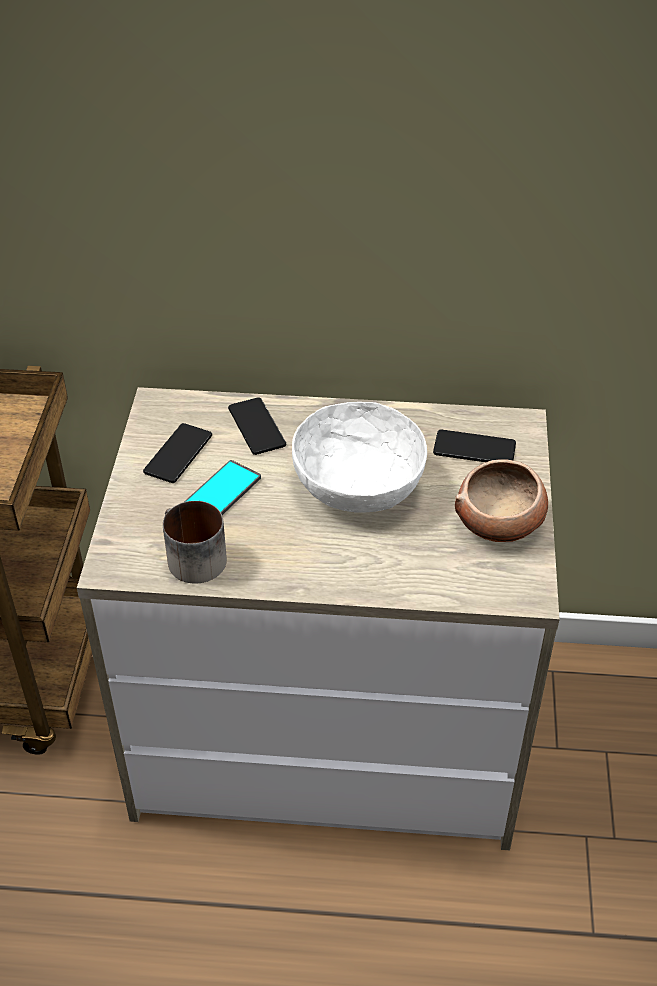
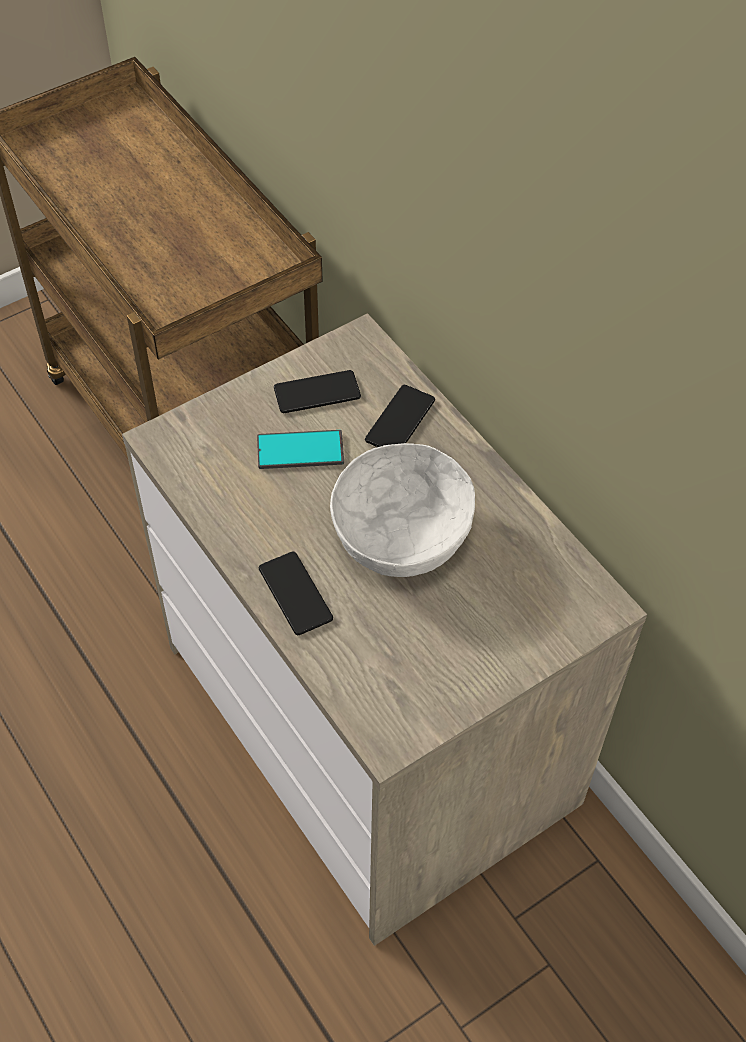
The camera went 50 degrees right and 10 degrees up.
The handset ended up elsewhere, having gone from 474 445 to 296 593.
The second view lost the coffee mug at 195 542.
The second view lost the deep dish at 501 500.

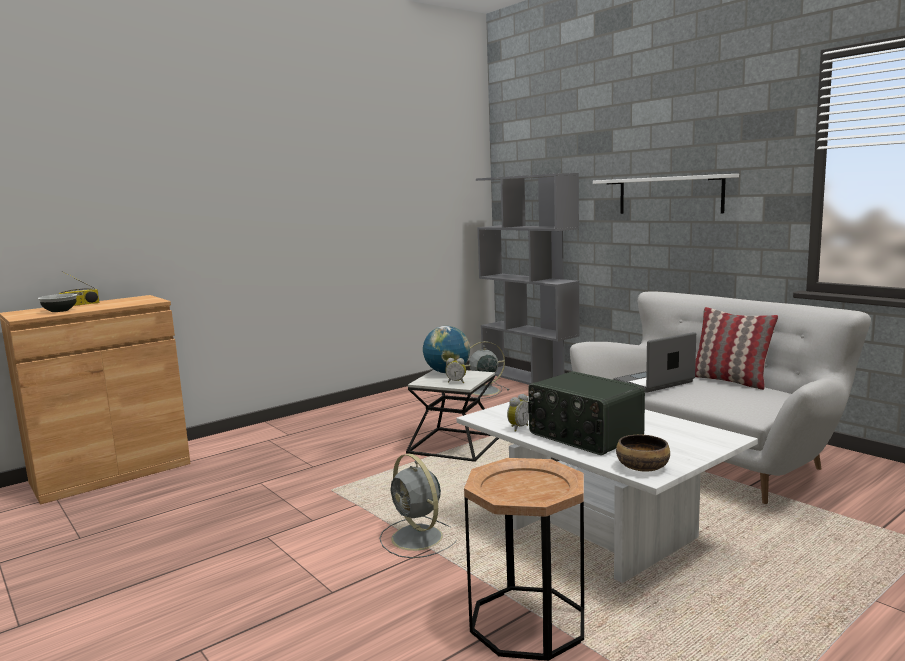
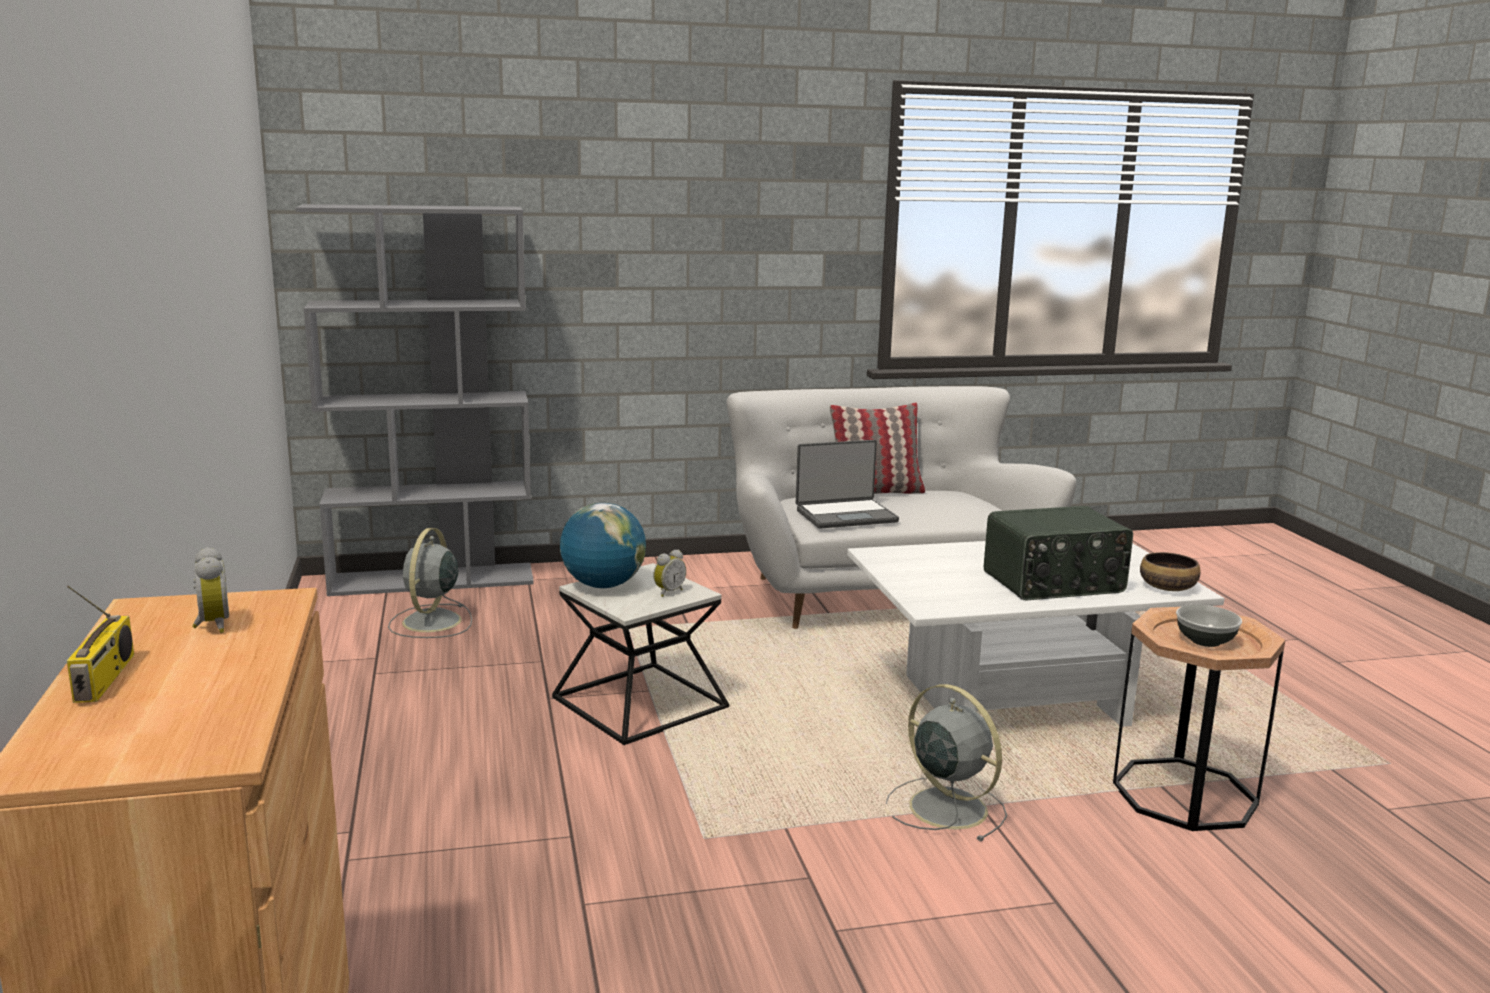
The camera went 65 degrees left and 5 degrees up.
The table clock ended up elsewhere, having gone from 518 413 to 210 590.
The portable computer at 654 362 ended up facing another way, 105 degrees counterclockwise from before.
The grey electric fan at 418 506 ended up facing another way, 120 degrees counterclockwise from before.
The deep dish ended up elsewhere, having gone from 57 303 to 1209 626.
The second view lost the white-coloured wall shelf at 666 194.

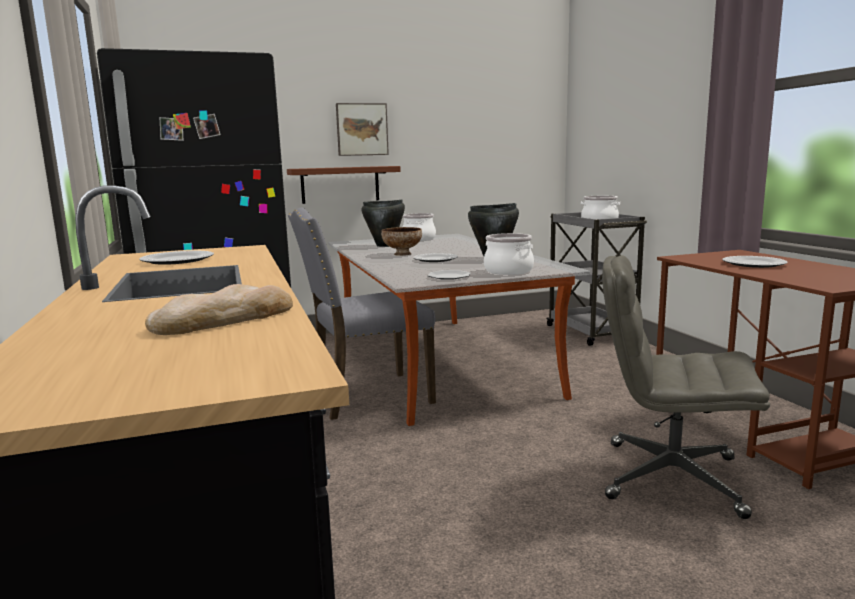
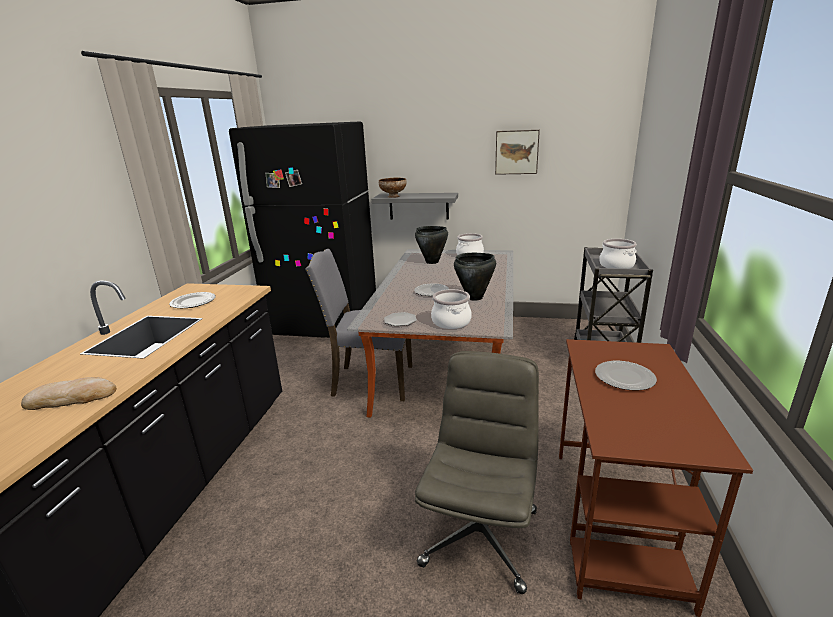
The camera went 30 degrees right and 10 degrees up.
What was the brown-coloured wall shelf at 344 185 turned into the grey wall shelf at 415 206.
The deep dish ended up elsewhere, having gone from 401 241 to 392 188.
The grey desk chair at 686 387 ended up facing another way, 60 degrees clockwise from before.
The wall art ended up elsewhere, having gone from 362 129 to 517 152.

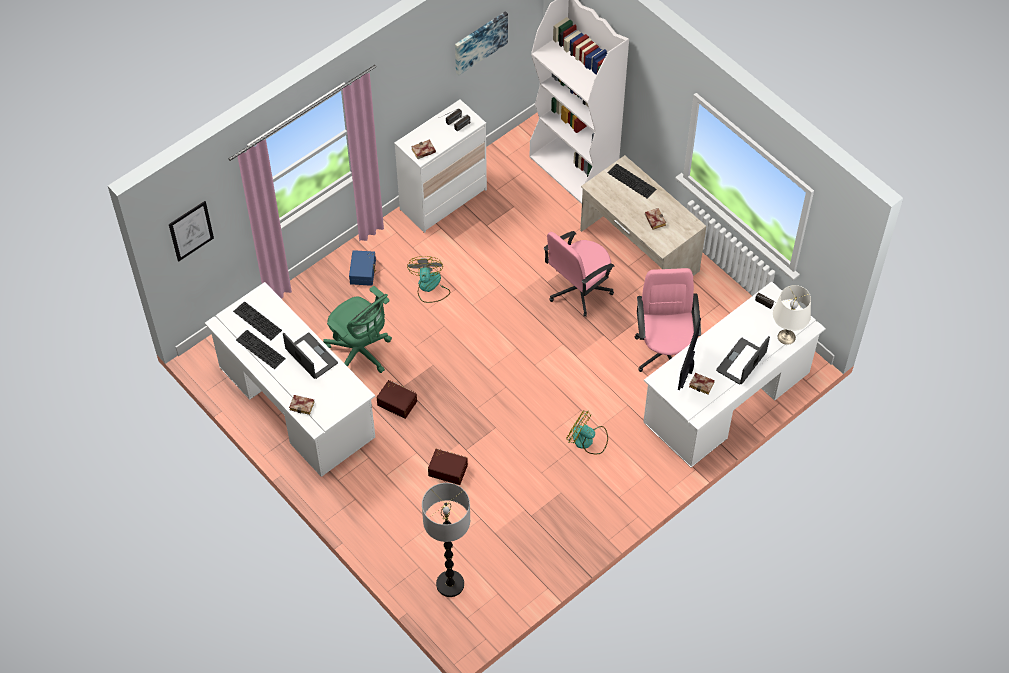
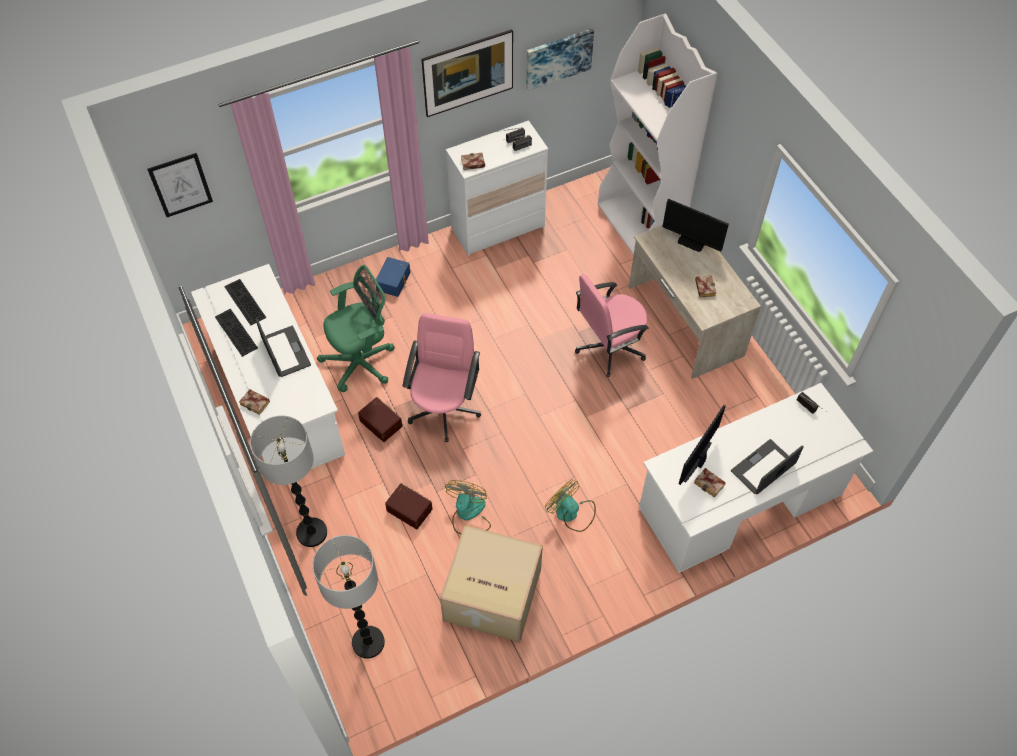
The camera went 15 degrees right and 0 degrees up.
The second view gained the floor lamp at 288 481.
The green desk chair at 357 329 ended up facing another way, 90 degrees counterclockwise from before.
The pinkish desk chair ended up elsewhere, having gone from 668 320 to 441 377.
The second view gained the wall art at 467 78.
The second view gained the carton at 491 583.
The electric fan ended up elsewhere, having gone from 428 279 to 468 507.
Where the PC keyboard stood at 632 181, the monitor came to stand at 695 225.
The second view lost the white-coloured table lamp at 792 315.

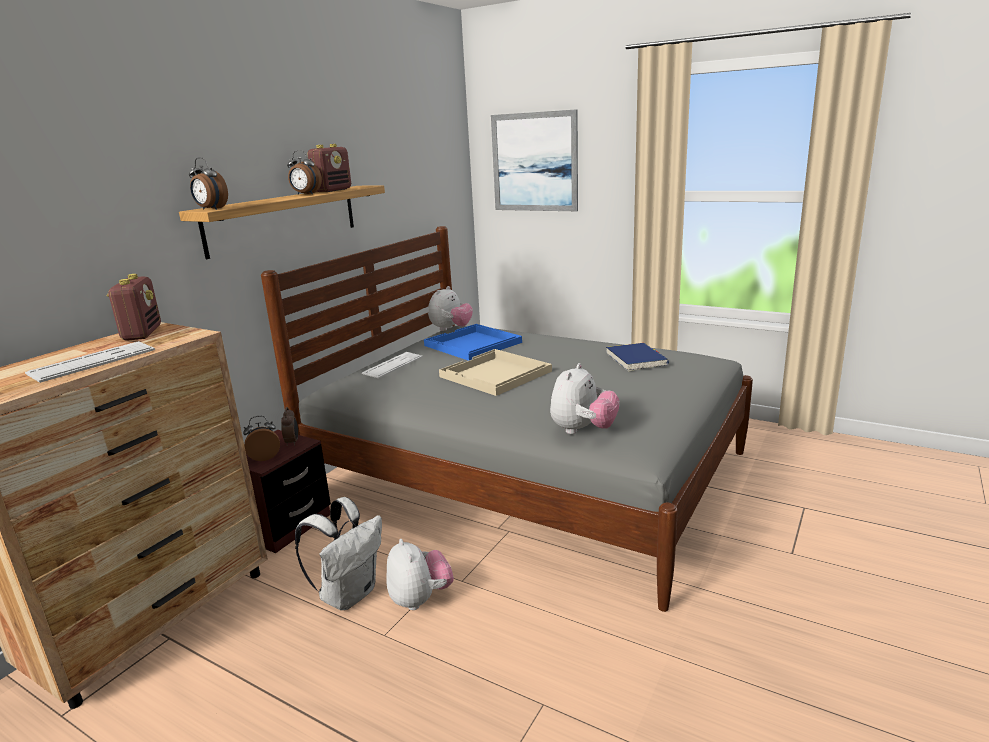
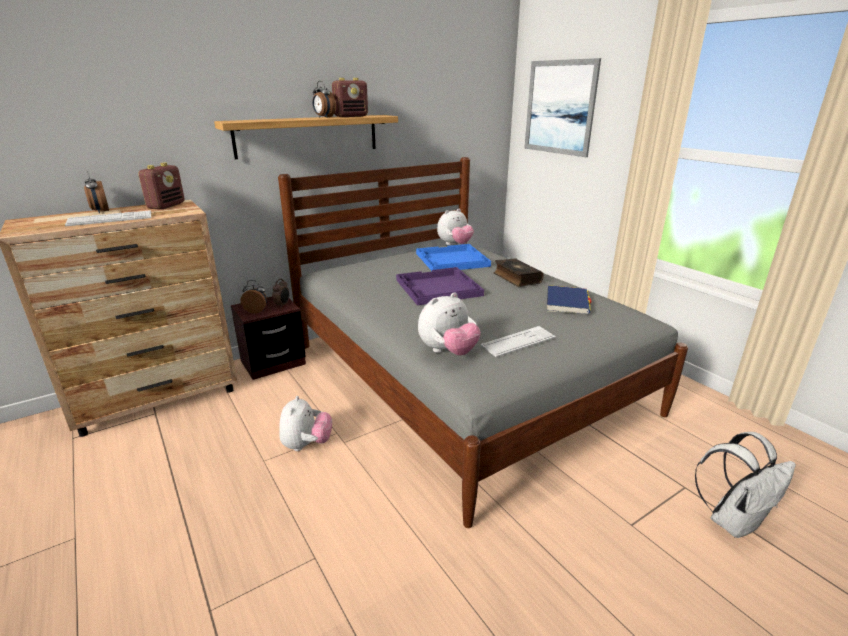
The camera went 25 degrees right and 5 degrees up.
The table clock ended up elsewhere, having gone from 208 183 to 96 192.
What was the beige-coloured serving tray at 495 372 turned into the purple-coloured serving tray at 440 286.
The PC keyboard ended up elsewhere, having gone from 392 365 to 518 341.
The second view gained the bound book at 519 272.
The white-coloured backpack ended up elsewhere, having gone from 338 553 to 745 485.

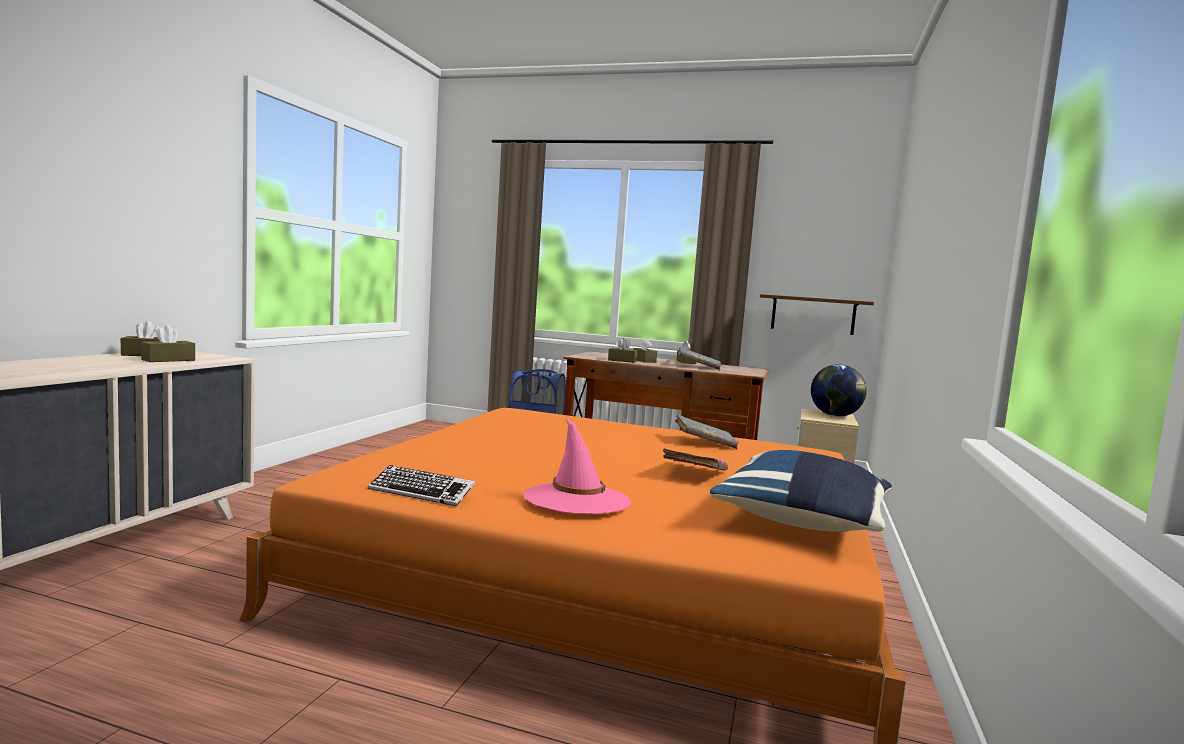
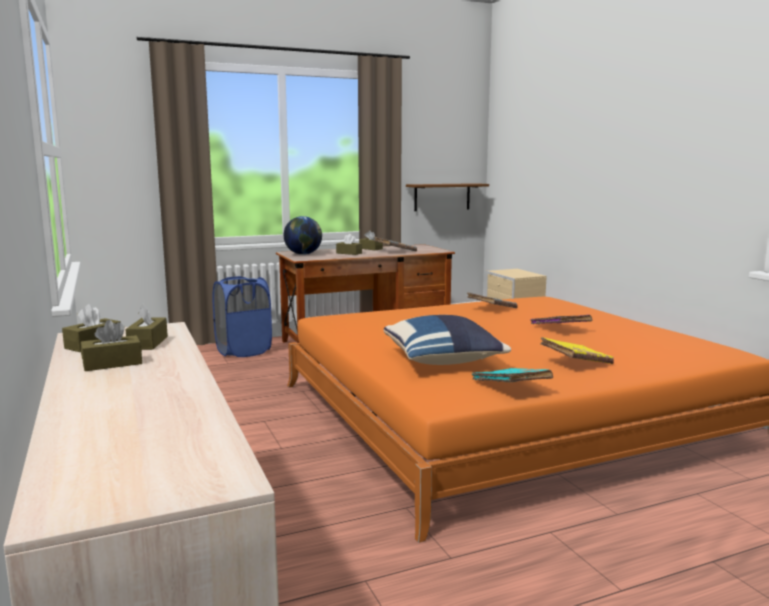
The camera went 40 degrees left and 5 degrees up.
The brown-coloured tissue holder ended up elsewhere, having gone from 623 350 to 111 345.
The desk globe ended up elsewhere, having gone from 839 390 to 303 235.
The bluish cushion ended up elsewhere, having gone from 800 491 to 447 340.
Where the PC keyboard stood at 421 485, the turquoise-coloured bound book came to stand at 512 375.
Where the pinkish wearable hat stood at 577 465, the yellow bound book came to stand at 577 350.

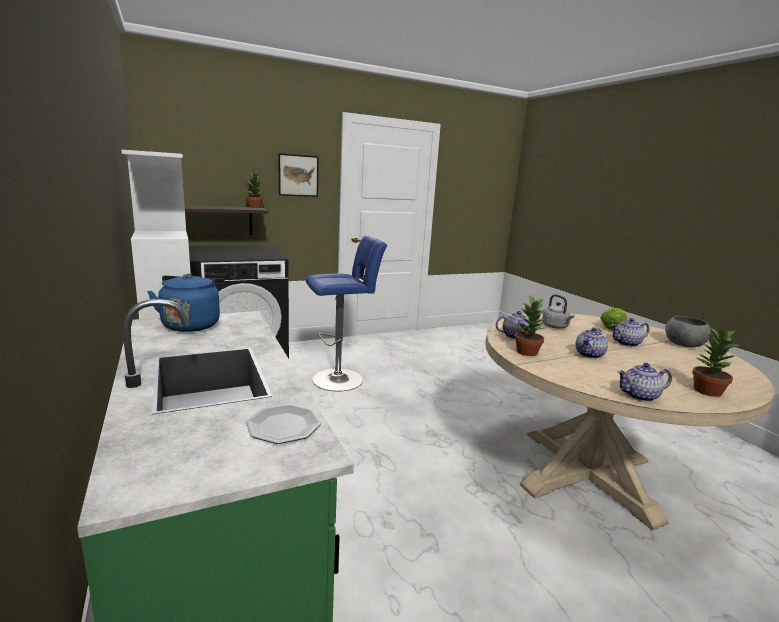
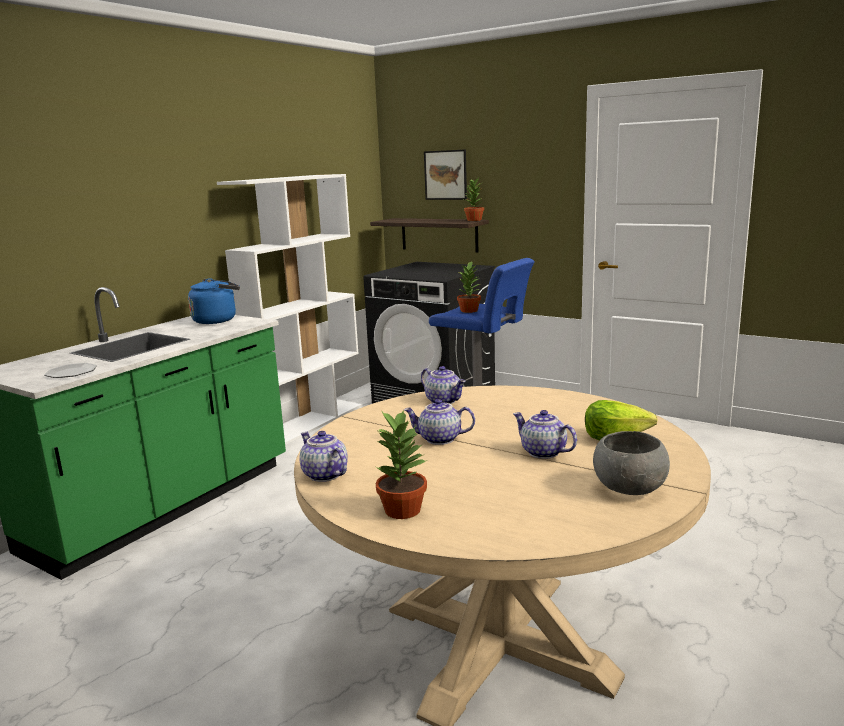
The camera went 60 degrees right and 0 degrees up.
The wall art ended up elsewhere, having gone from 298 175 to 445 175.
The houseplant ended up elsewhere, having gone from 530 325 to 469 287.
The second view lost the grey tea kettle at 558 311.

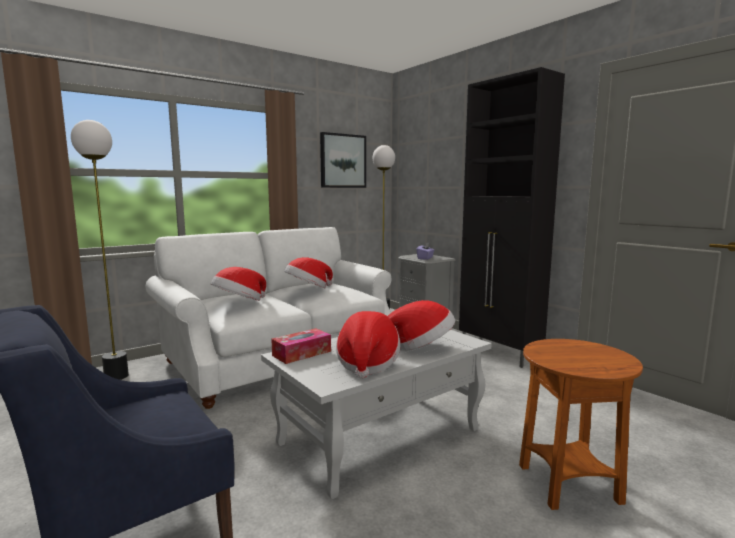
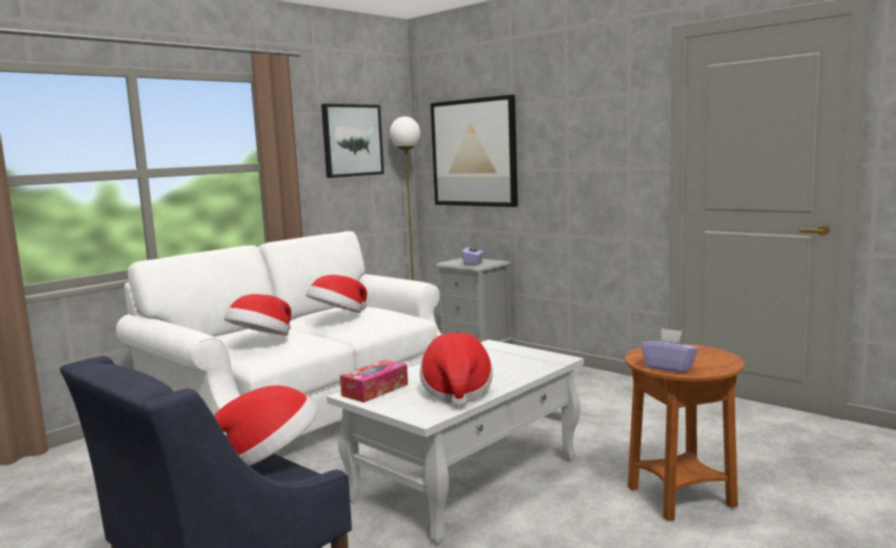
The camera went 10 degrees left and 0 degrees up.
The wearable hat ended up elsewhere, having gone from 421 325 to 266 425.
The second view gained the wall art at 474 151.
The second view gained the purple-coloured tissue holder at 669 350.
The second view lost the floor lamp at 100 250.
The second view lost the black-coloured cabinet at 512 217.

